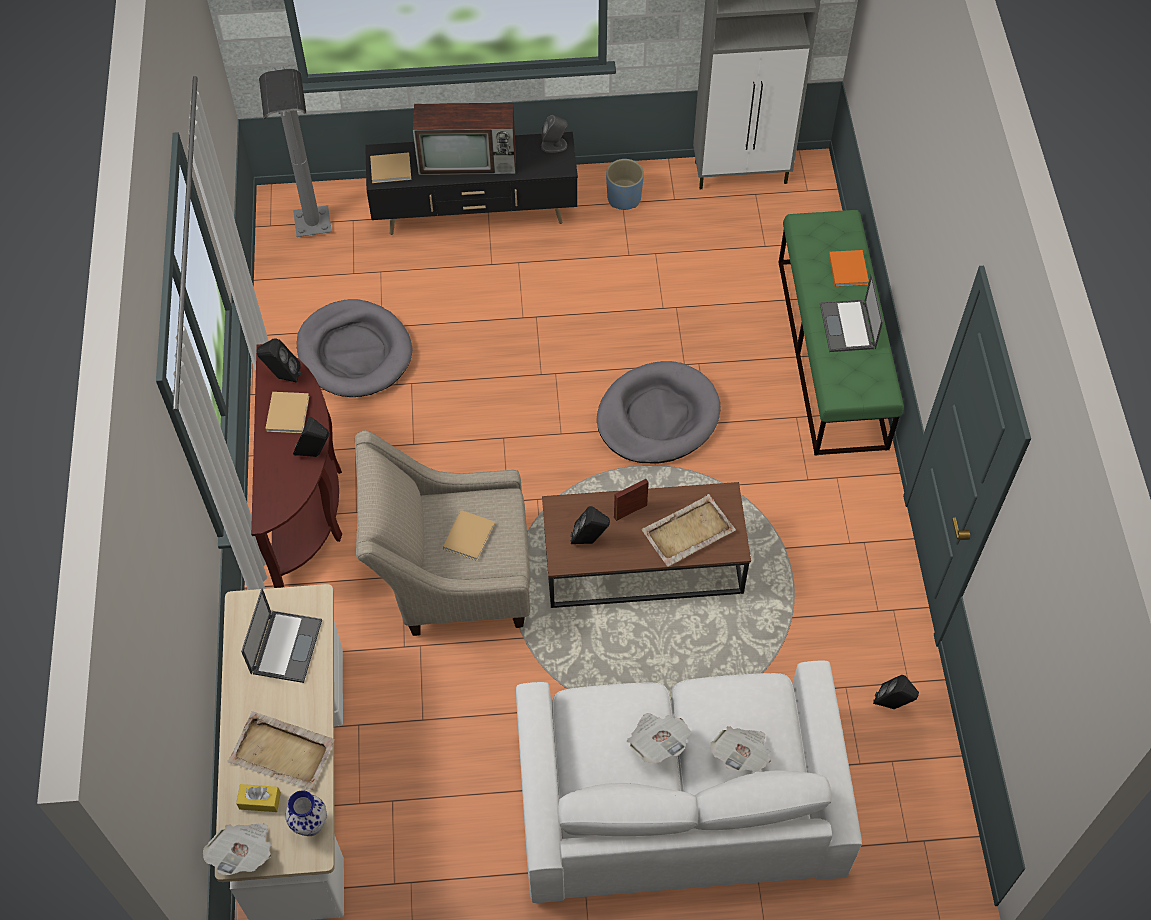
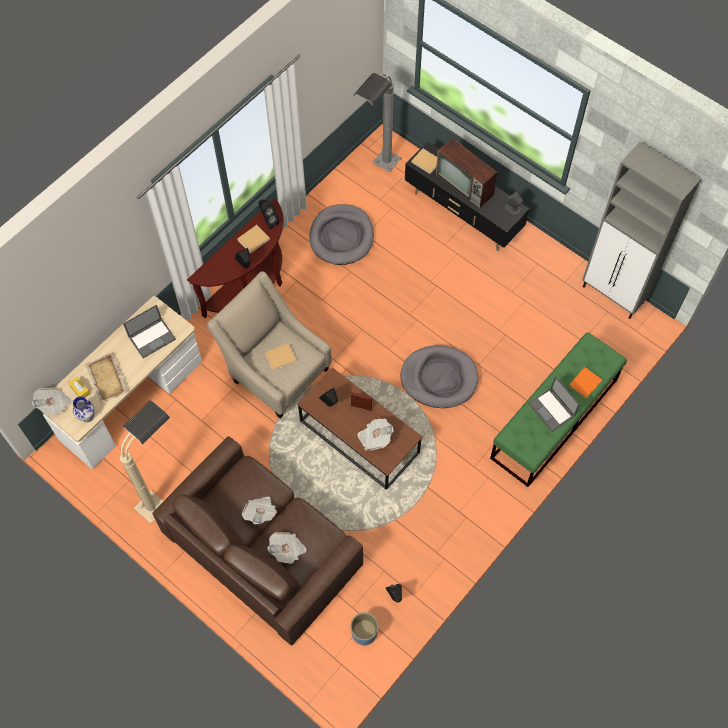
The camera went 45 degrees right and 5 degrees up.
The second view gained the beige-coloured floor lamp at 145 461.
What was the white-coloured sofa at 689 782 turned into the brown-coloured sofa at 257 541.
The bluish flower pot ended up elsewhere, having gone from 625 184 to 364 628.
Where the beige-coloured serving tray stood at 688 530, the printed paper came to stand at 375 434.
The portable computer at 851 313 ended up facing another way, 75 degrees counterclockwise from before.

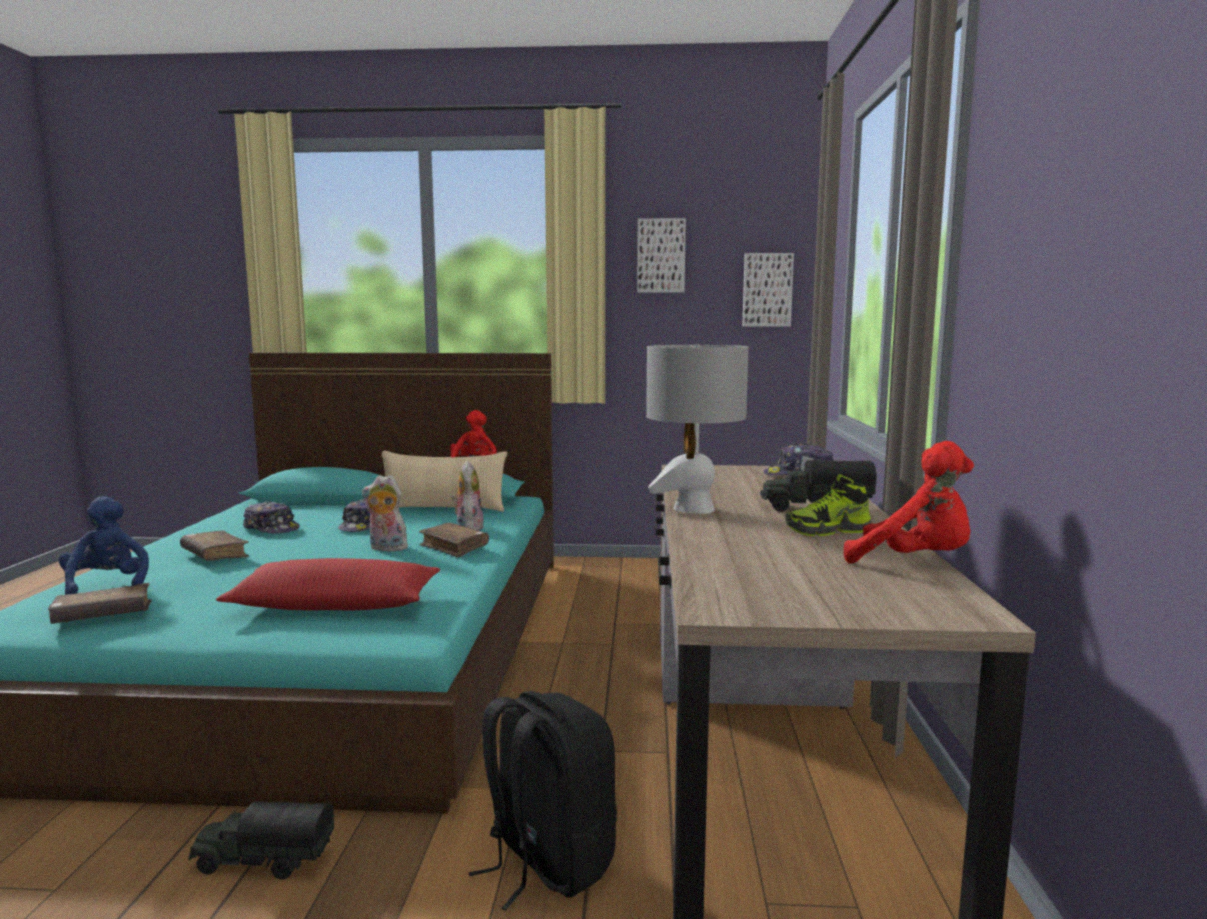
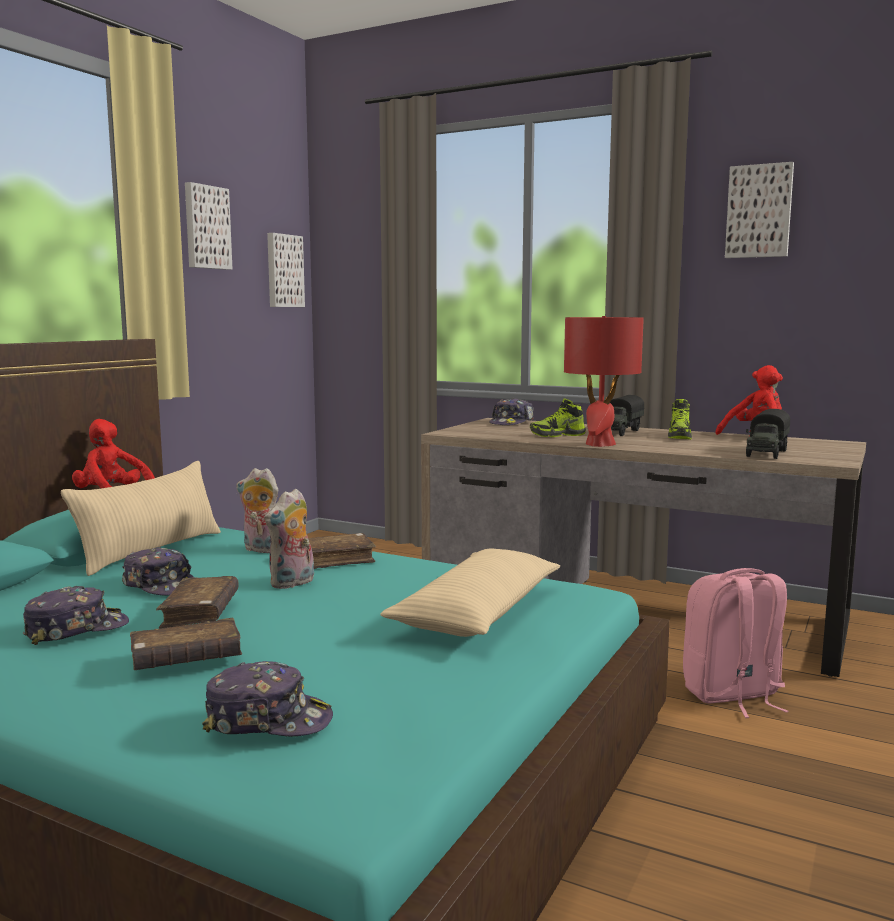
The camera went 65 degrees left and 0 degrees up.
The brown-coloured bound book ended up elsewhere, having gone from 100 603 to 197 602.
Where the bluish cuddly toy stood at 104 545, the cap came to stand at 267 698.
What was the red cushion at 328 584 turned into the beige-coloured cushion at 470 593.
The second view gained the shoe at 558 417.
What was the grey table lamp at 697 429 turned into the red table lamp at 604 381.
What was the black-coloured backpack at 542 801 turned into the pinkish backpack at 736 643.
The second view gained the wall art at 759 210.
The model truck ended up elsewhere, having gone from 261 840 to 768 434.

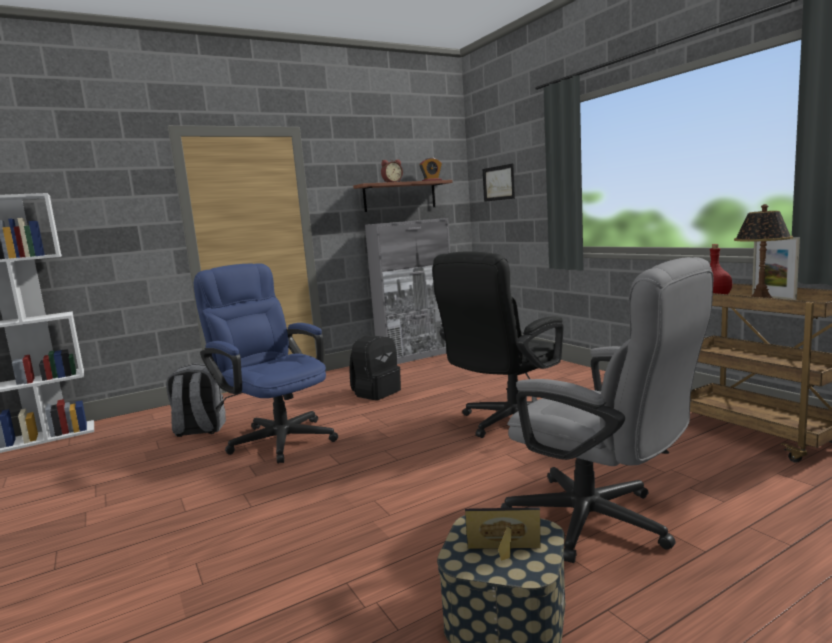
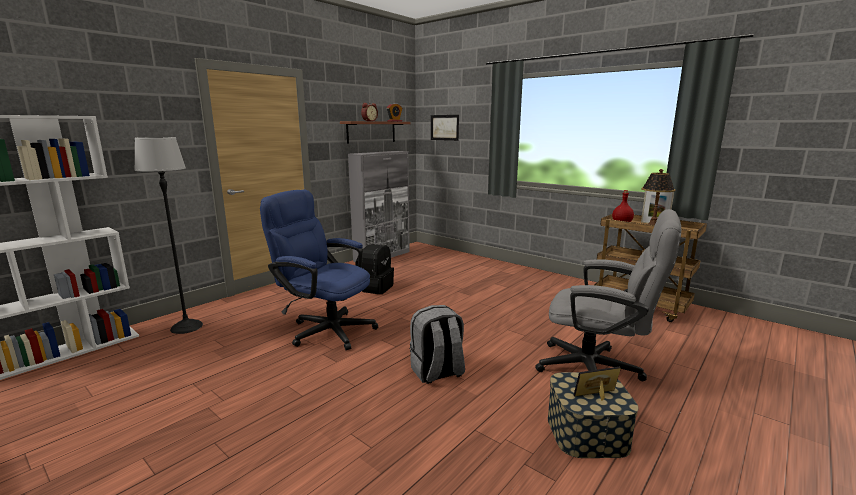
The camera went 20 degrees left and 5 degrees up.
The second view gained the floor lamp at 168 235.
The grey backpack ended up elsewhere, having gone from 196 400 to 437 344.
The second view lost the black-coloured desk chair at 498 344.

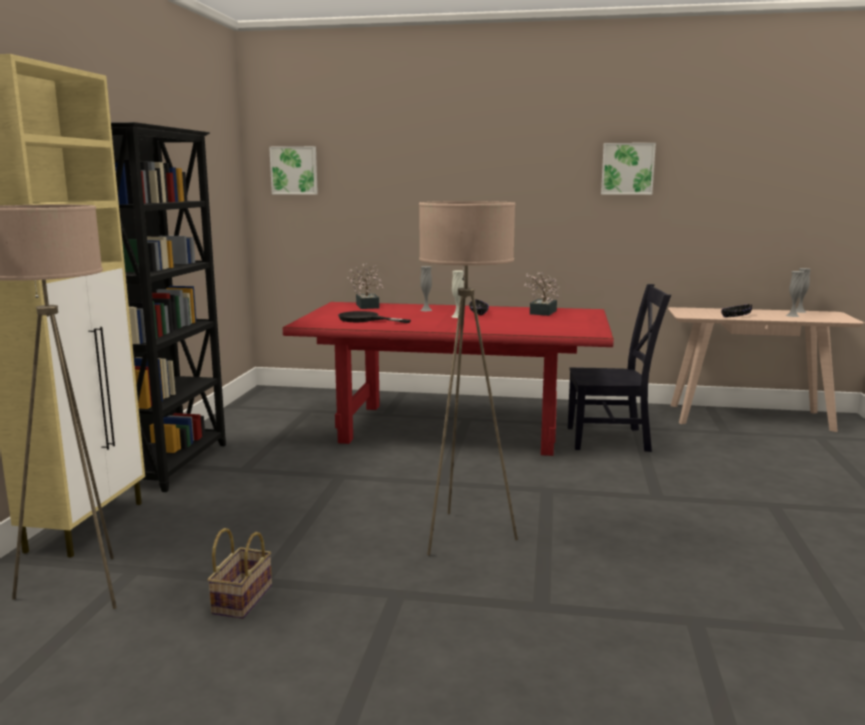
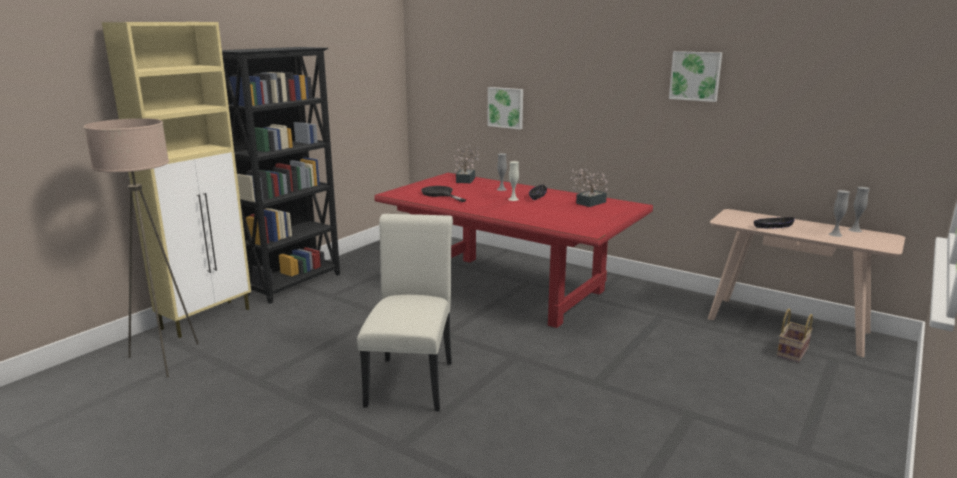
The camera went 25 degrees right and 5 degrees up.
Where the beige-coloured floor lamp stood at 468 378, the white-coloured upright chair came to stand at 405 313.
The wall art ended up elsewhere, having gone from 293 170 to 505 108.
The storage basket ended up elsewhere, having gone from 239 573 to 795 336.
The second view lost the black-coloured upright chair at 619 368.

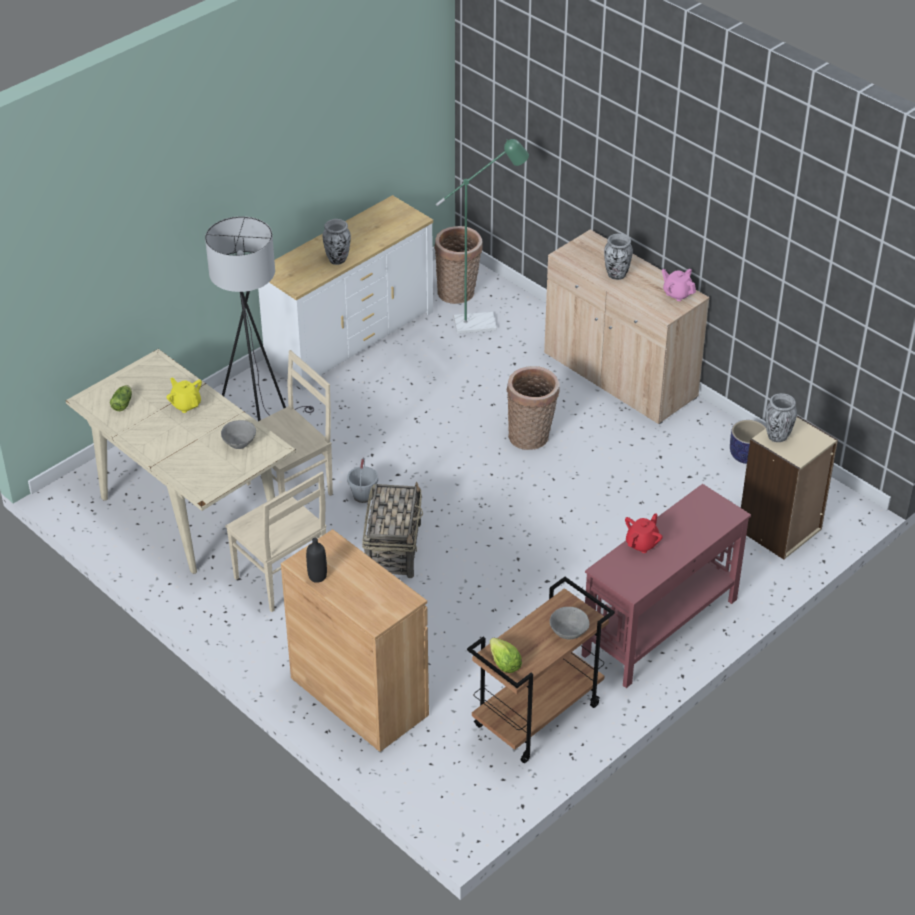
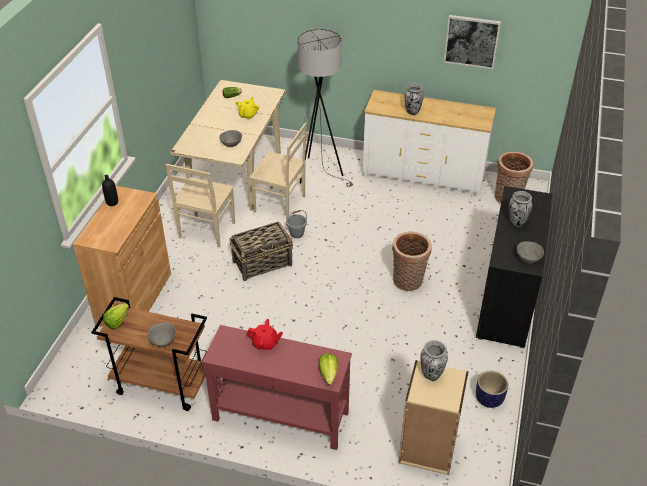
The camera went 60 degrees right and 0 degrees up.
The second view gained the lettuce at 328 369.
The second view gained the wall art at 472 42.
What was the beige-coloured cabinet at 627 327 turned into the black-coloured cabinet at 514 267.
Where the pinkish tea pot stood at 679 285, the grey deep dish came to stand at 530 252.
The second view lost the green floor lamp at 482 236.

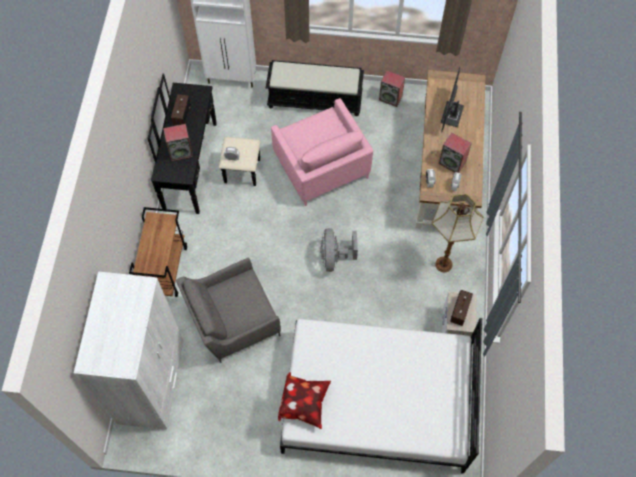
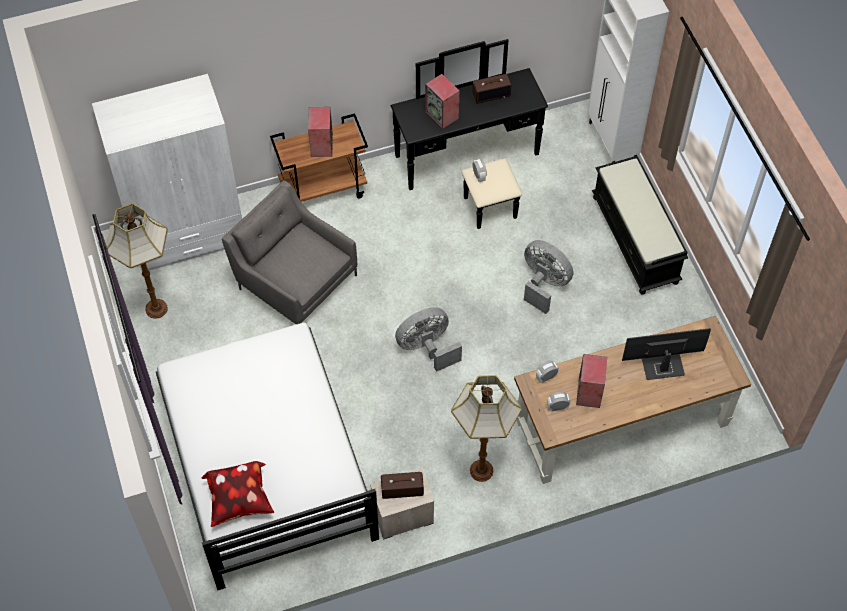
The camera went 65 degrees right and 5 degrees down.
The second view gained the floor lamp at 137 261.
The cushion ended up elsewhere, having gone from 304 400 to 238 494.
The speaker ended up elsewhere, having gone from 392 89 to 320 132.
Where the pinkish armchair stood at 322 152, the grey electric fan came to stand at 548 277.

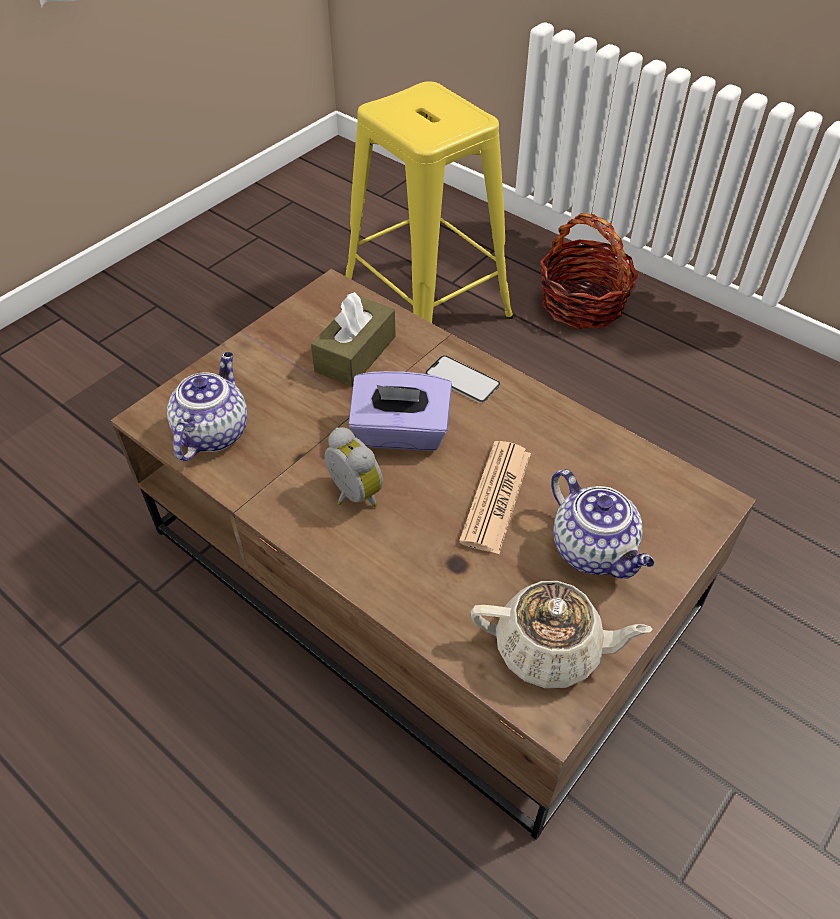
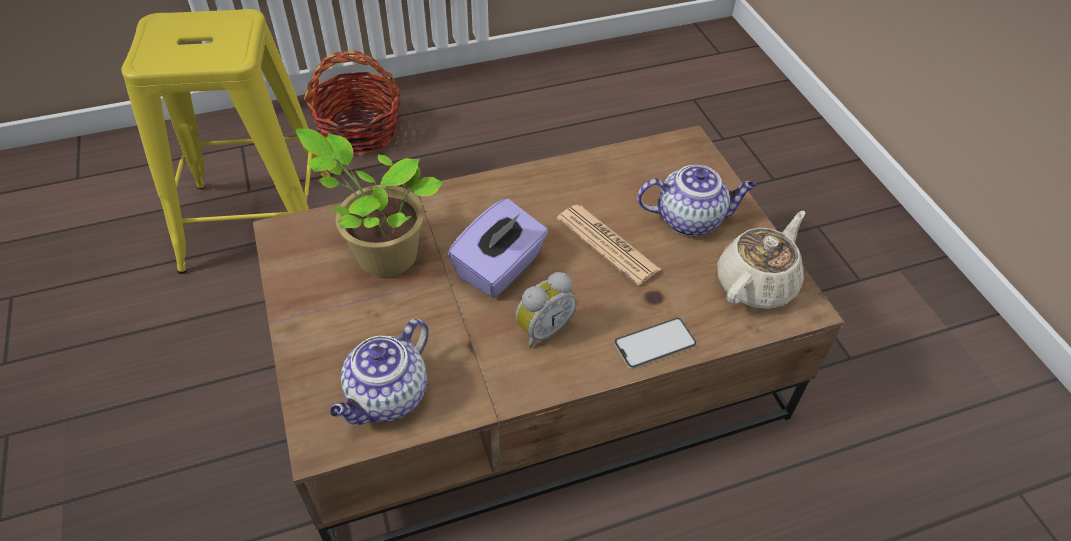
The camera went 60 degrees left and 0 degrees up.
Where the brown-coloured tissue holder stood at 353 339, the houseplant came to stand at 369 203.
The tea pot at 207 406 ended up facing another way, 105 degrees counterclockwise from before.
The table clock at 354 467 ended up facing another way, 150 degrees clockwise from before.
The handset ended up elsewhere, having gone from 462 379 to 655 343.

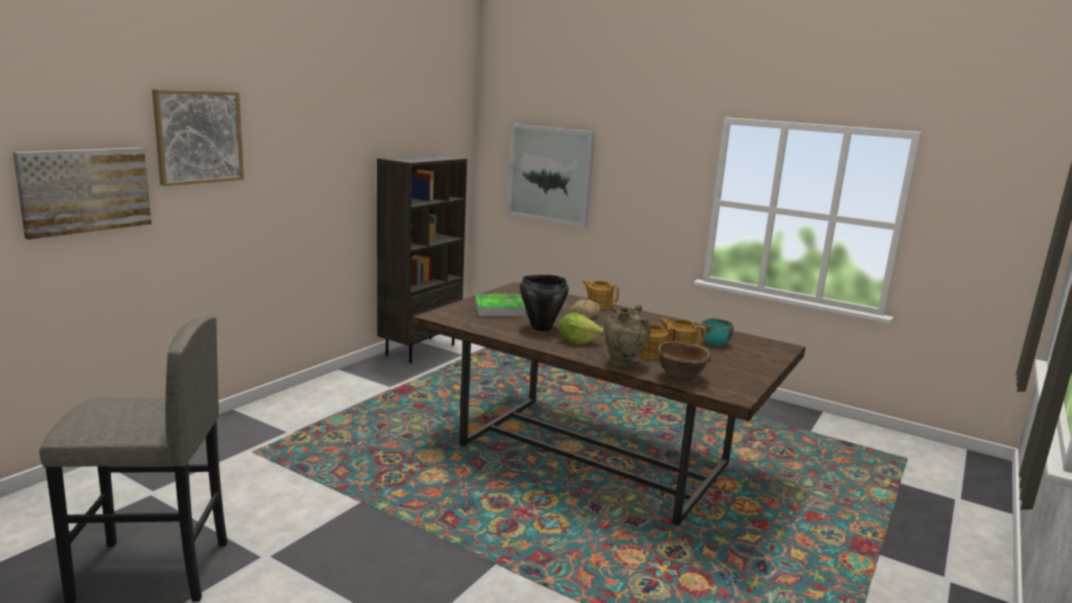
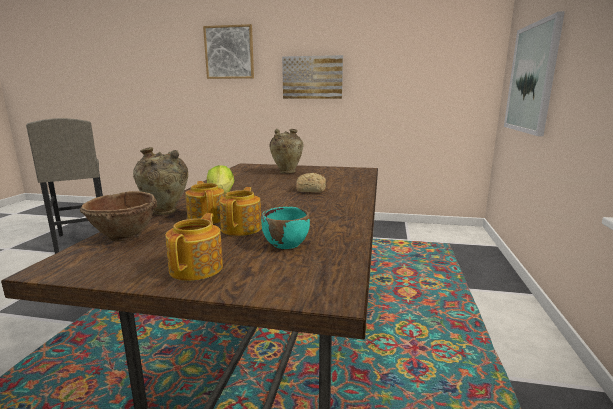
The camera went 70 degrees right and 0 degrees up.
The tea pot ended up elsewhere, having gone from 600 294 to 194 247.
Where the serving tray stood at 500 305, the beige-coloured vase came to stand at 287 151.
The wall art ended up elsewhere, having gone from 82 193 to 312 77.
The second view lost the brown-coloured bookshelf at 422 258.
The second view lost the black-coloured cooking pot at 544 303.

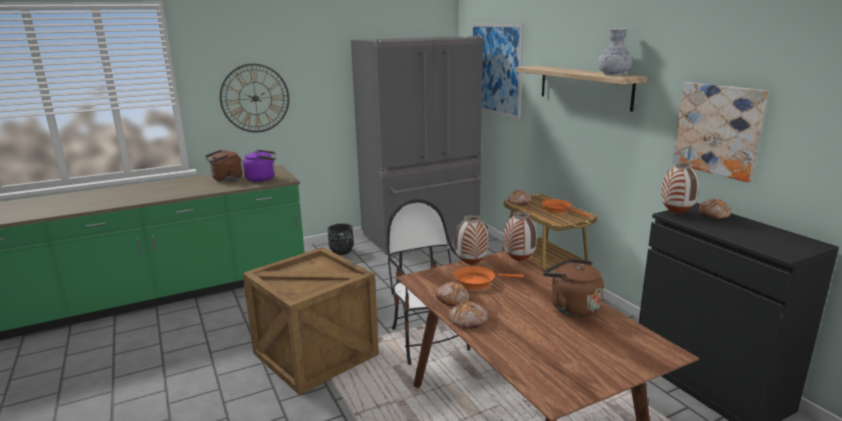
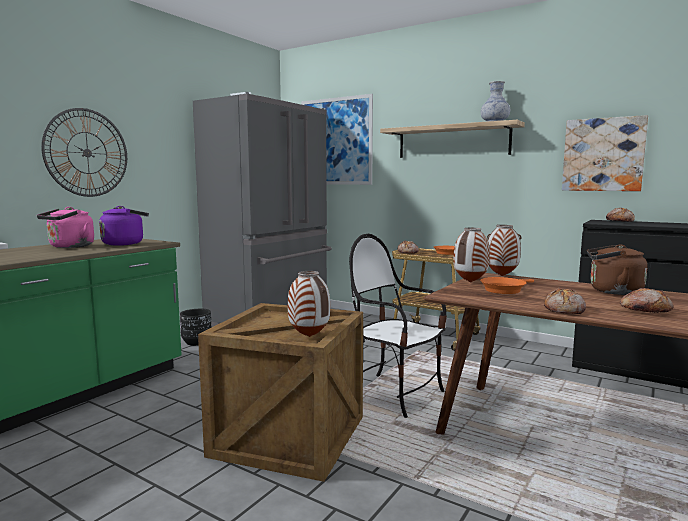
The camera went 30 degrees left and 10 degrees down.
What was the brown-coloured tea kettle at 224 165 turned into the pinkish tea kettle at 65 227.
The vase ended up elsewhere, having gone from 680 188 to 309 304.
The bread ended up elsewhere, having gone from 452 294 to 647 300.

